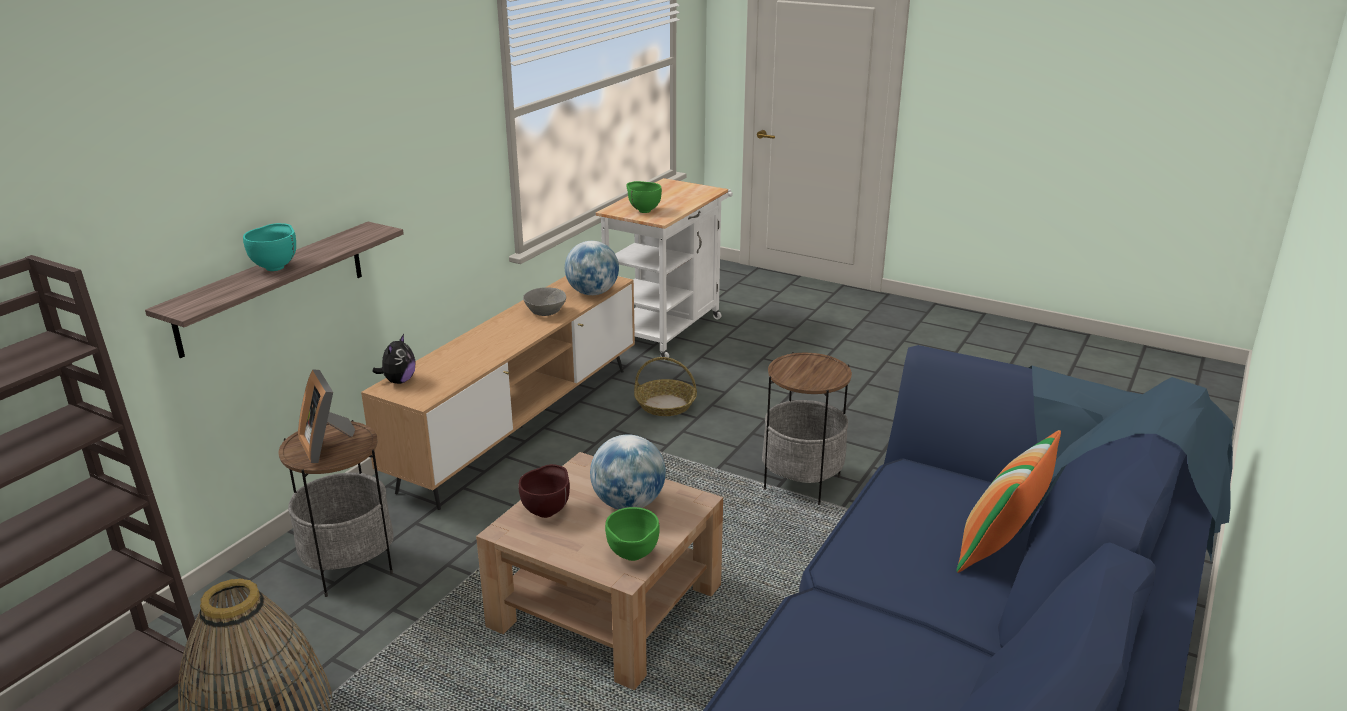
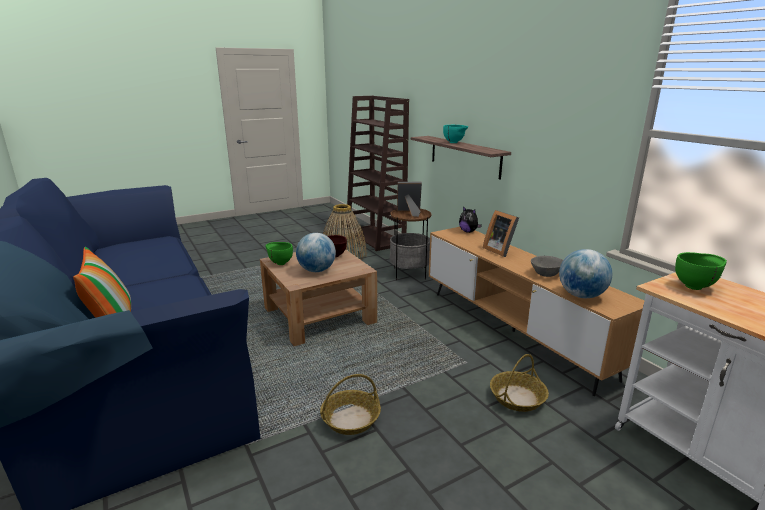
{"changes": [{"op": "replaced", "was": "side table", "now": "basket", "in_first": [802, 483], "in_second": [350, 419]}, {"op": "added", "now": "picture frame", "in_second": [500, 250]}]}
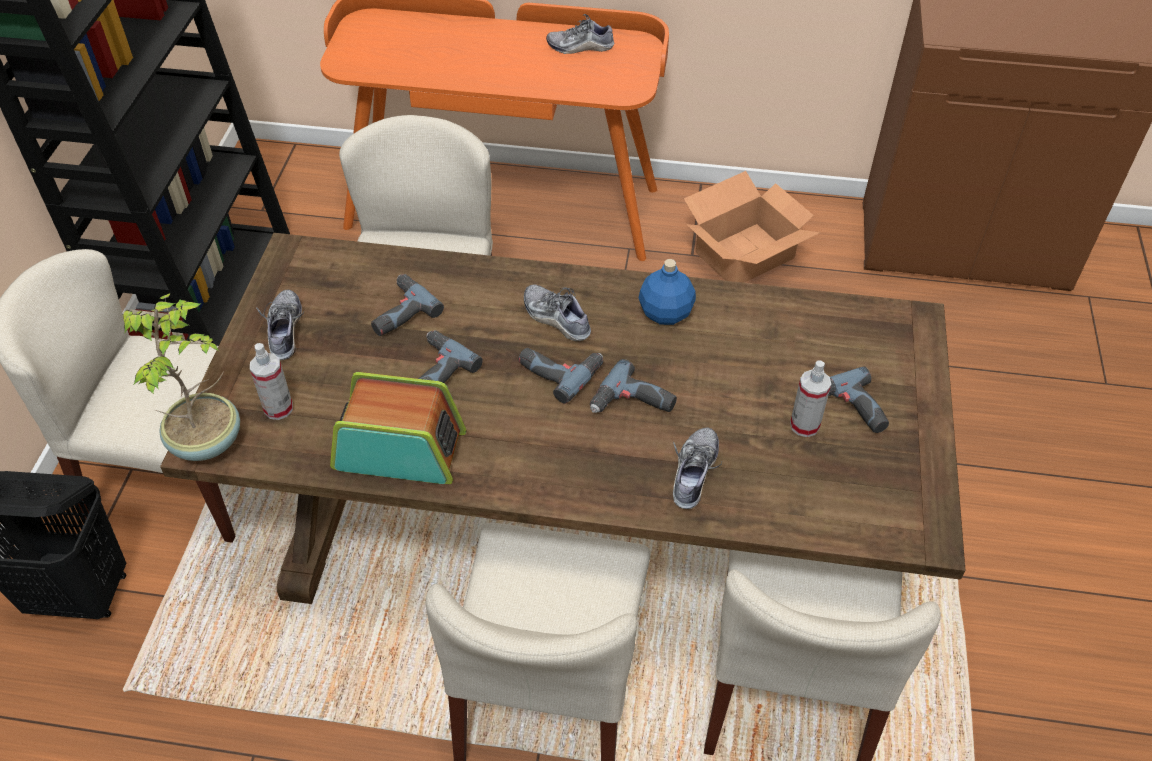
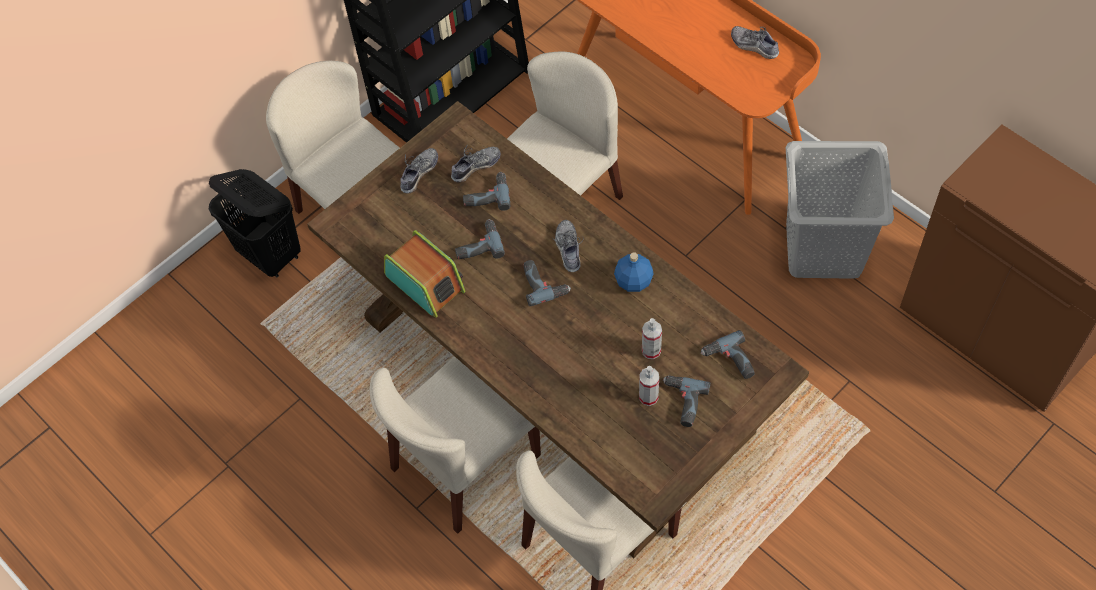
{"changes": [{"op": "moved", "was": "shoe", "in_first": [694, 473], "in_second": [475, 167]}, {"op": "moved", "was": "spray bottle", "in_first": [278, 408], "in_second": [651, 350]}, {"op": "moved", "was": "power drill", "in_first": [633, 404], "in_second": [729, 361]}, {"op": "replaced", "was": "cardboard box", "now": "grey laundry basket", "in_first": [746, 255], "in_second": [824, 249]}, {"op": "removed", "was": "potted plant", "in_first": [208, 440]}]}
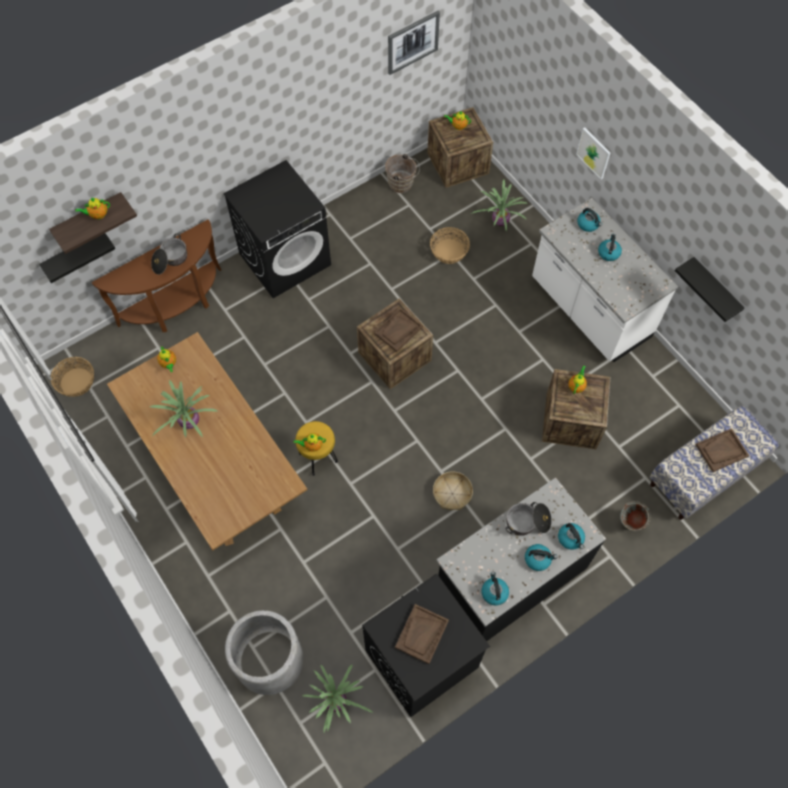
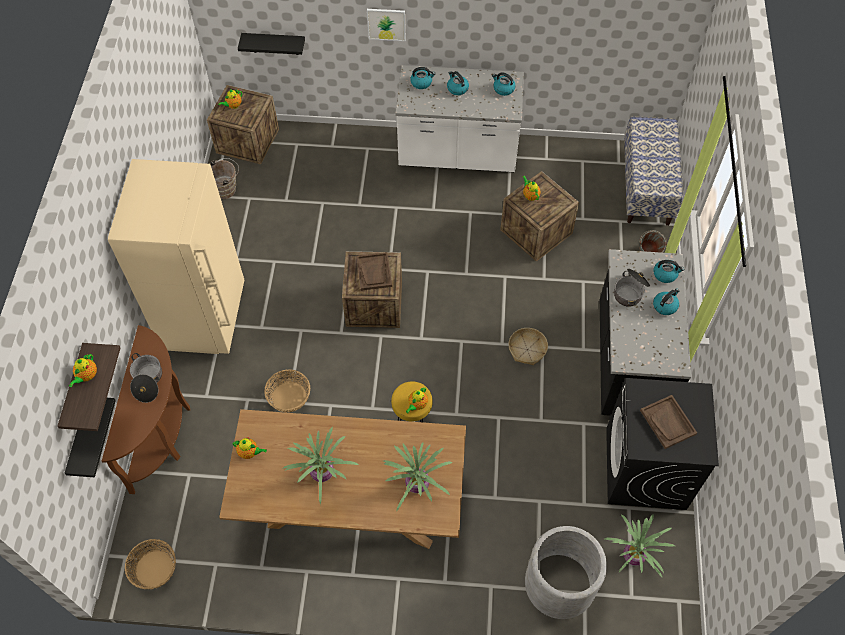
{"changes": [{"op": "replaced", "was": "black washing machine", "now": "beige fridge", "in_first": [285, 259], "in_second": [205, 317]}, {"op": "moved", "was": "black shelf", "in_first": [714, 289], "in_second": [274, 43]}, {"op": "moved", "was": "basket", "in_first": [449, 252], "in_second": [289, 397]}, {"op": "moved", "was": "potted plant", "in_first": [499, 220], "in_second": [416, 485]}, {"op": "moved", "was": "kettle", "in_first": [494, 592], "in_second": [503, 89]}, {"op": "removed", "was": "picture", "in_first": [412, 42]}, {"op": "removed", "was": "brown tray", "in_first": [721, 451]}]}
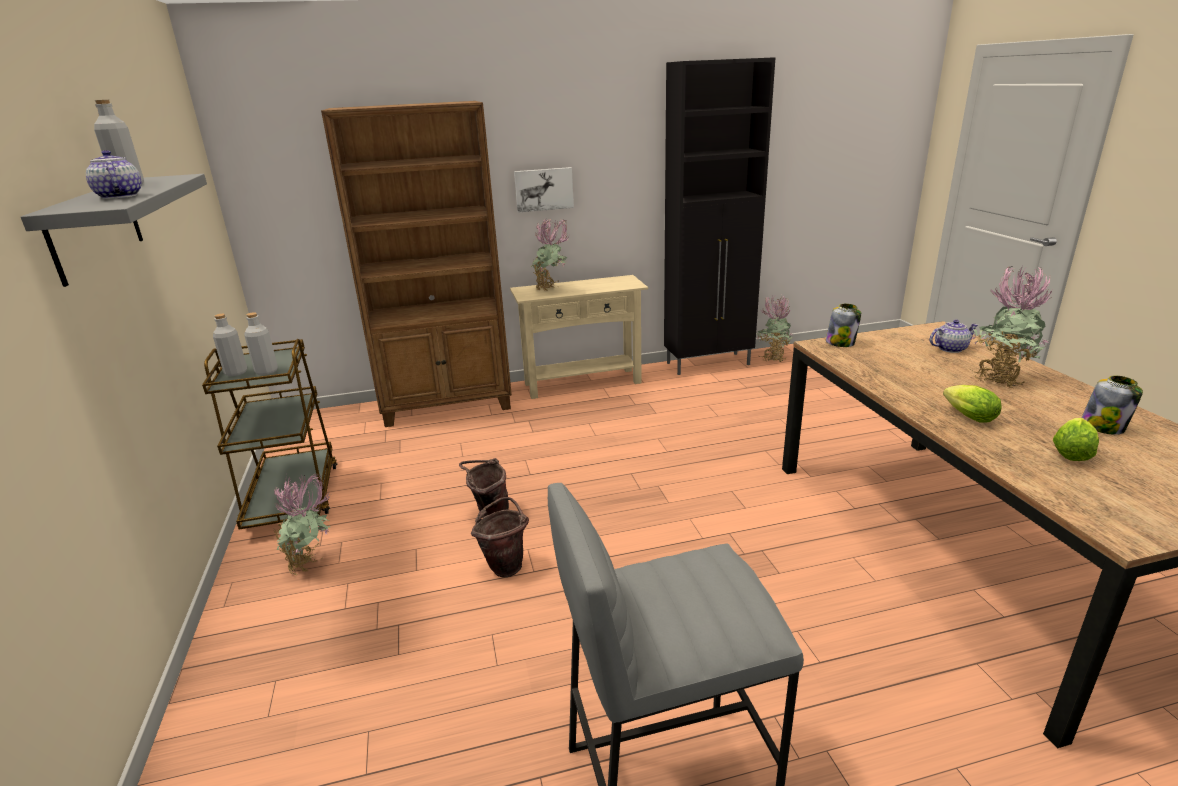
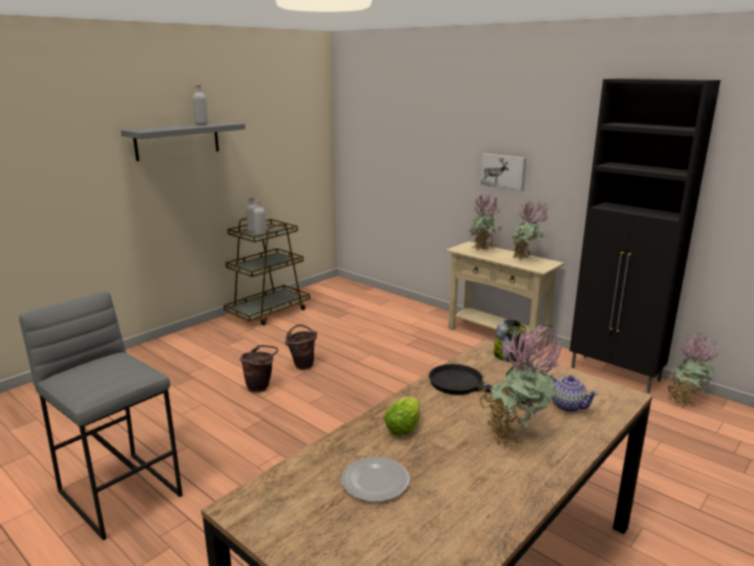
{"changes": [{"op": "replaced", "was": "lettuce", "now": "plate", "in_first": [1071, 453], "in_second": [374, 481]}, {"op": "added", "now": "black frying pan", "in_second": [465, 385]}, {"op": "moved", "was": "potted plant", "in_first": [312, 565], "in_second": [526, 259]}, {"op": "removed", "was": "teapot", "in_first": [119, 196]}, {"op": "removed", "was": "brown bookcase", "in_first": [448, 405]}, {"op": "removed", "was": "jar", "in_first": [1103, 427]}]}
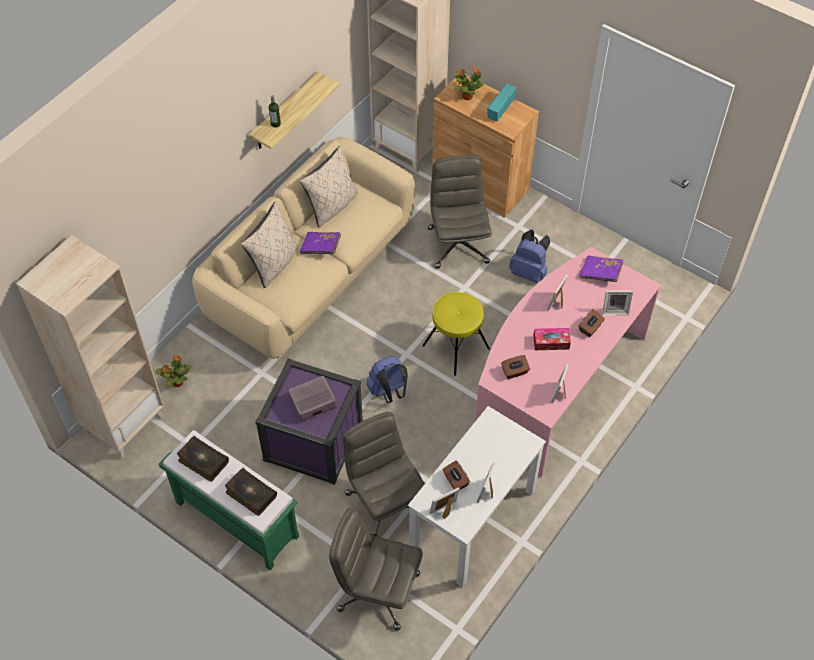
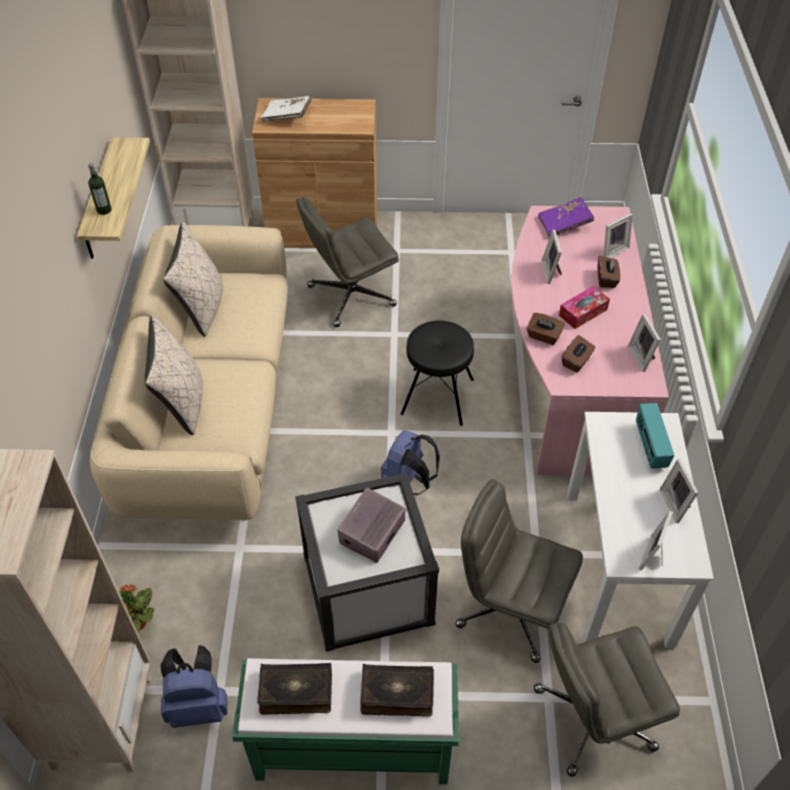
{"changes": [{"op": "moved", "was": "blue backpack", "in_first": [529, 272], "in_second": [198, 705]}, {"op": "replaced", "was": "potted plant", "now": "white book", "in_first": [467, 96], "in_second": [287, 116]}, {"op": "recoloured", "was": "purple storage box", "now": "white storage box", "in_first": [313, 441], "in_second": [367, 589]}, {"op": "turned", "was": "grey office chair", "in_first": [458, 244], "in_second": [350, 296], "clockwise": -75}, {"op": "recoloured", "was": "yellow stool", "now": "black stool", "in_first": [456, 346], "in_second": [437, 396]}, {"op": "moved", "was": "brown tissue box", "in_first": [455, 481], "in_second": [543, 336]}, {"op": "moved", "was": "radio", "in_first": [500, 110], "in_second": [649, 446]}, {"op": "removed", "was": "purple book", "in_first": [321, 247]}]}
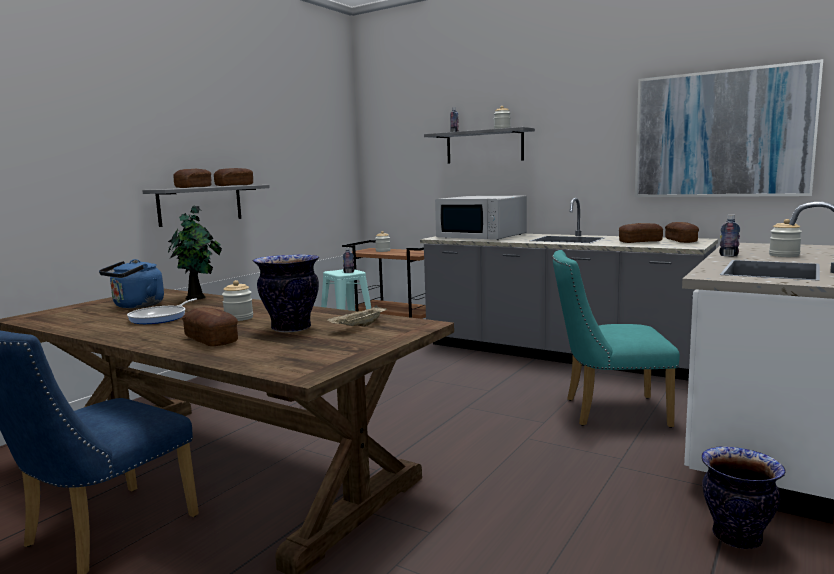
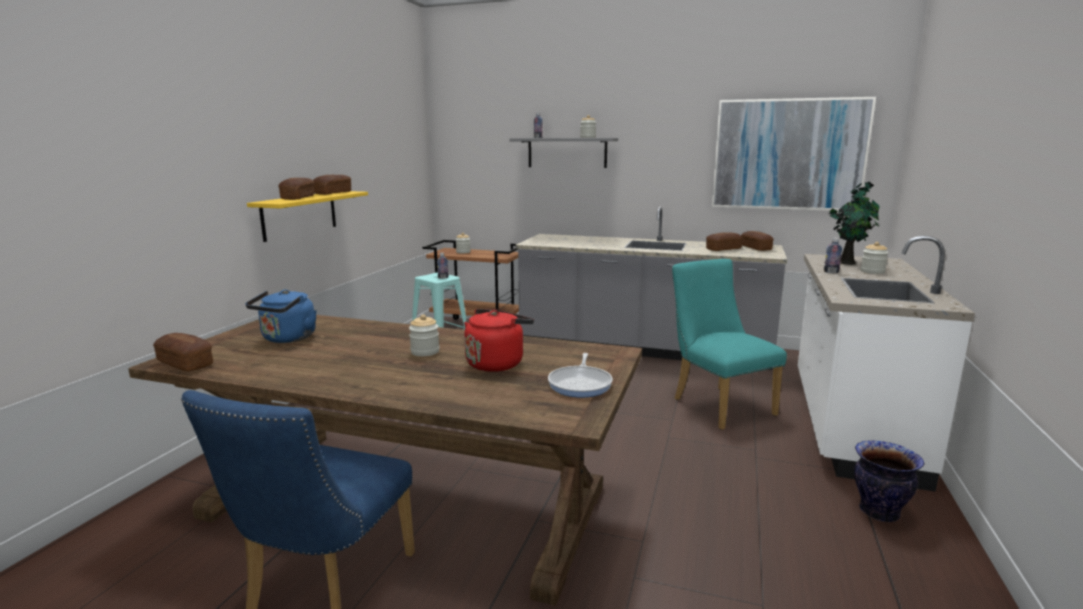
{"changes": [{"op": "moved", "was": "bread", "in_first": [211, 340], "in_second": [185, 363]}, {"op": "recoloured", "was": "grey shelf", "now": "yellow shelf", "in_first": [200, 205], "in_second": [300, 215]}, {"op": "replaced", "was": "vase", "now": "red kettle", "in_first": [292, 328], "in_second": [497, 363]}, {"op": "moved", "was": "frying pan", "in_first": [161, 318], "in_second": [581, 384]}, {"op": "turned", "was": "turquoise chair", "in_first": [607, 411], "in_second": [718, 404], "clockwise": 75}, {"op": "moved", "was": "potted plant", "in_first": [197, 298], "in_second": [848, 262]}, {"op": "removed", "was": "beige tray", "in_first": [358, 327]}, {"op": "removed", "was": "white microwave", "in_first": [482, 236]}]}
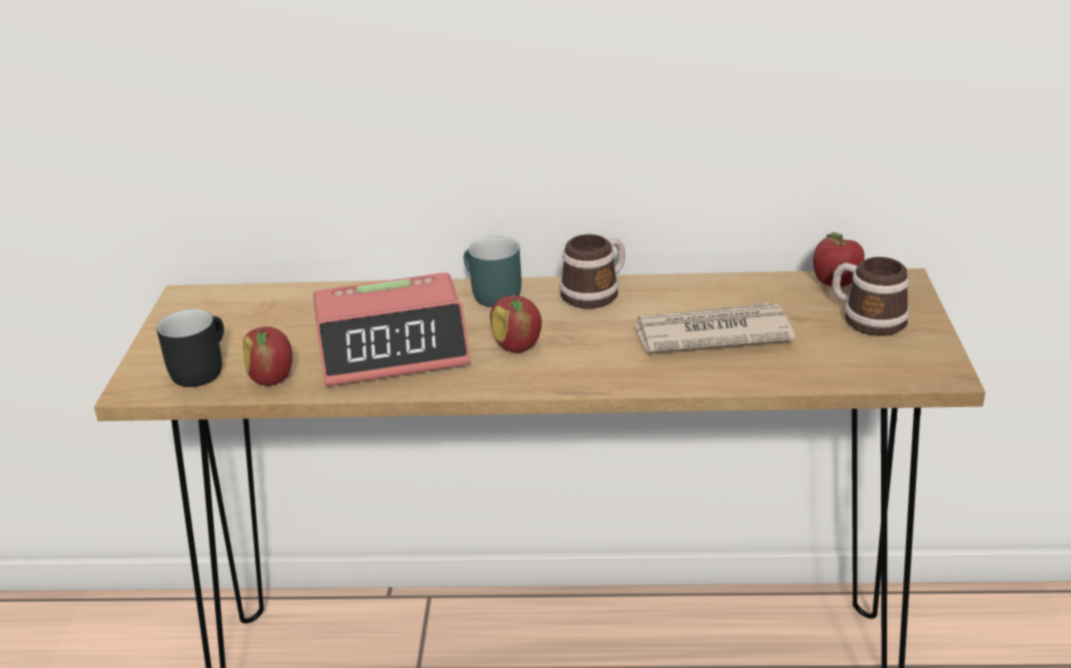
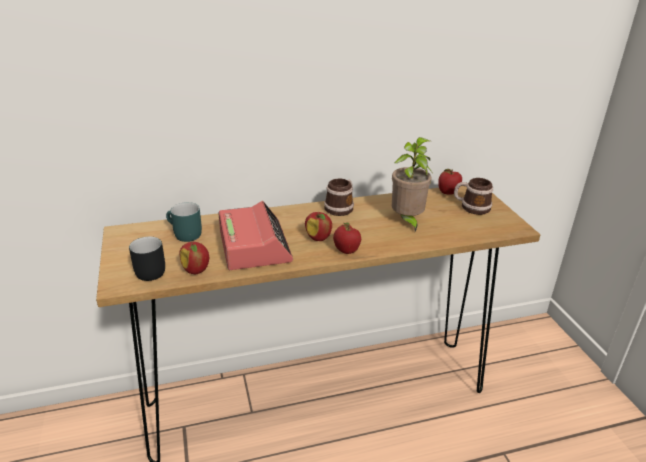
{"changes": [{"op": "moved", "was": "turquoise mug", "in_first": [489, 295], "in_second": [183, 235]}, {"op": "turned", "was": "alarm clock", "in_first": [393, 348], "in_second": [254, 246], "clockwise": -75}, {"op": "added", "now": "apple", "in_second": [346, 251]}, {"op": "replaced", "was": "newspaper", "now": "potted plant", "in_first": [710, 334], "in_second": [407, 221]}]}
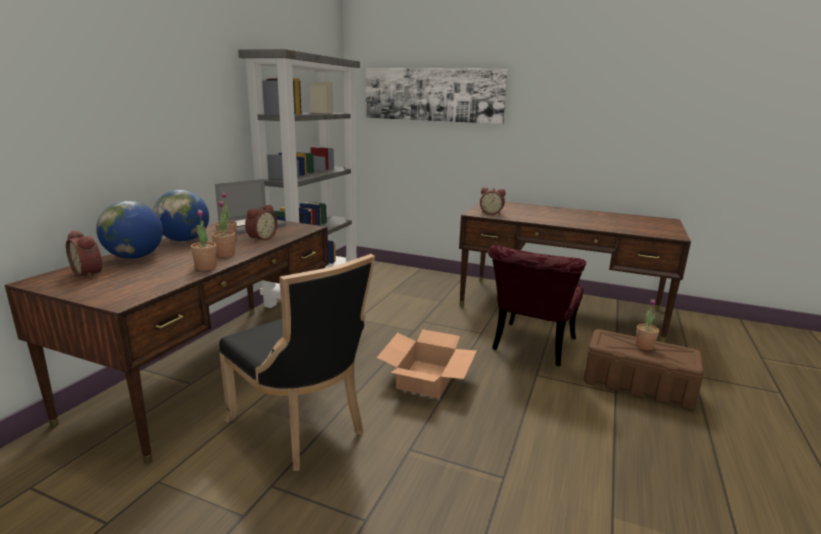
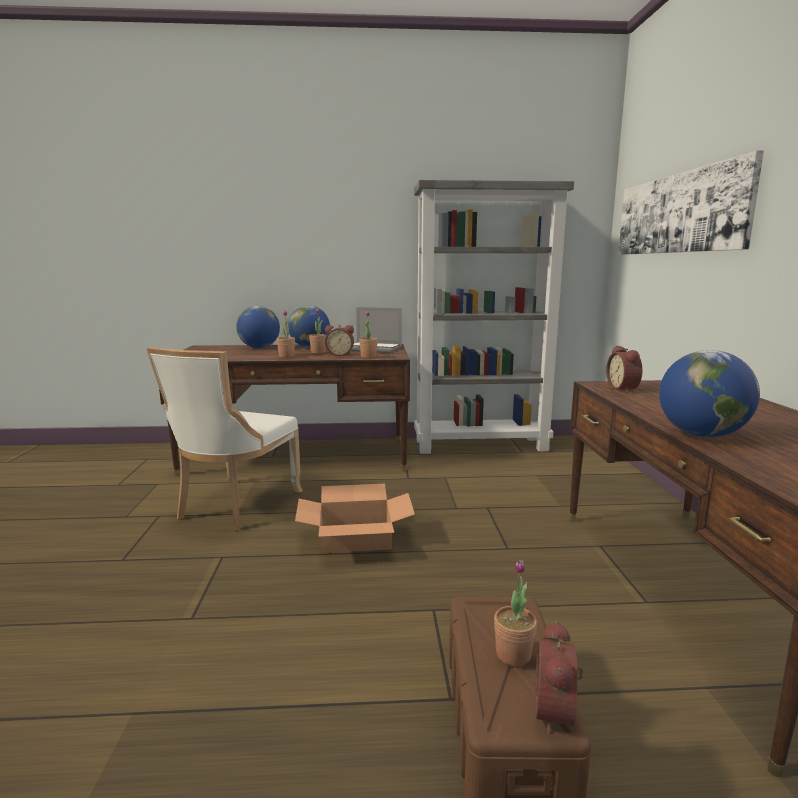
{"changes": [{"op": "recoloured", "was": "black chair", "now": "white chair", "in_first": [302, 427], "in_second": [235, 505]}, {"op": "moved", "was": "potted plant", "in_first": [206, 267], "in_second": [368, 357]}, {"op": "moved", "was": "alarm clock", "in_first": [90, 273], "in_second": [557, 712]}, {"op": "added", "now": "globe", "in_second": [701, 435]}, {"op": "removed", "was": "red chair", "in_first": [531, 348]}]}
